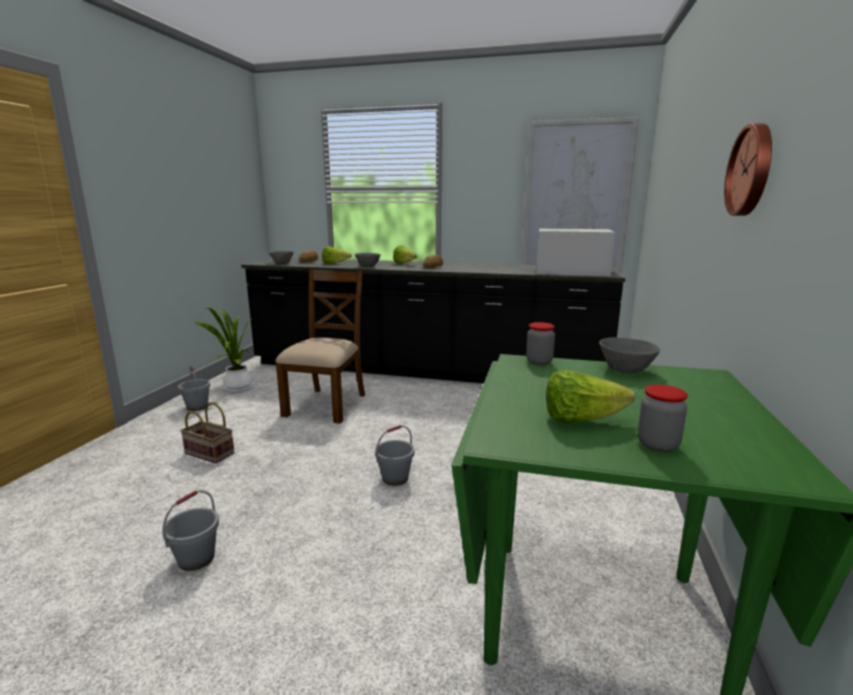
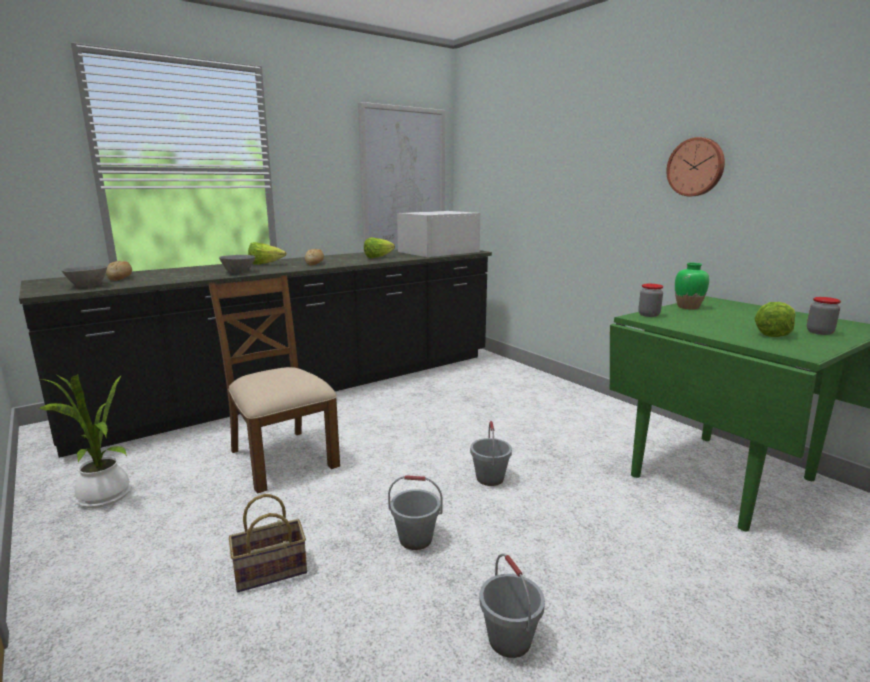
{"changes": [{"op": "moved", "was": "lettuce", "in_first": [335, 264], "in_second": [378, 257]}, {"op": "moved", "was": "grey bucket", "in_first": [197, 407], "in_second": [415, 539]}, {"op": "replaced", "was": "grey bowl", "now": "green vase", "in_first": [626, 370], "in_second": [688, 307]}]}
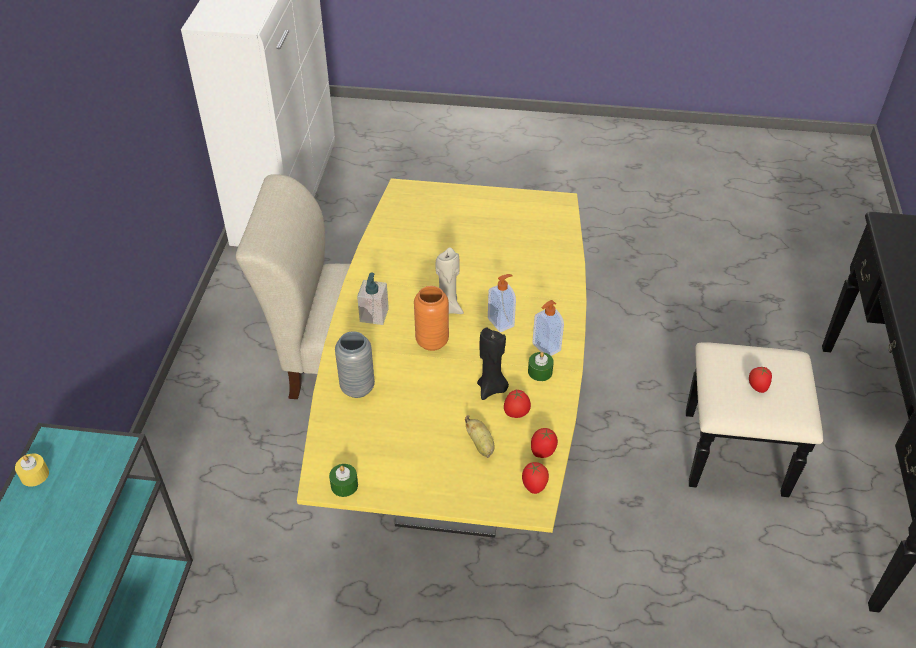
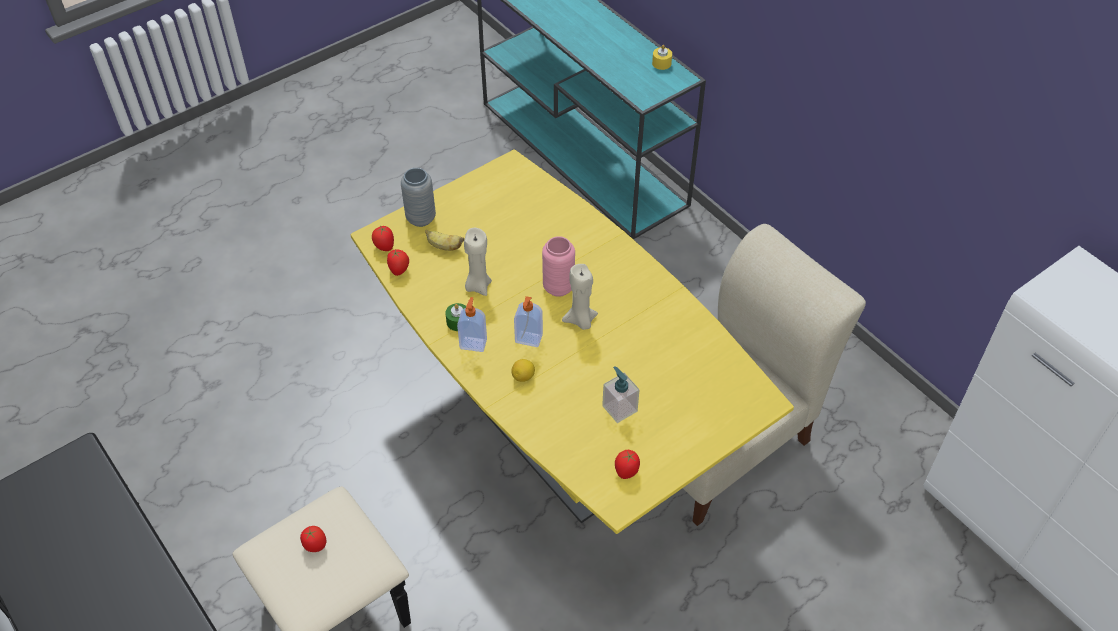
{"changes": [{"op": "moved", "was": "grey vase", "in_first": [357, 388], "in_second": [421, 218]}, {"op": "recoloured", "was": "black candle", "now": "beige candle", "in_first": [492, 388], "in_second": [478, 286]}, {"op": "added", "now": "lemon", "in_second": [523, 377]}, {"op": "recoloured", "was": "orange vase", "now": "pink vase", "in_first": [432, 341], "in_second": [558, 287]}, {"op": "moved", "was": "soap dispenser", "in_first": [374, 315], "in_second": [619, 408]}, {"op": "moved", "was": "tomato", "in_first": [516, 414], "in_second": [626, 471]}, {"op": "removed", "was": "green candle", "in_first": [344, 485]}]}
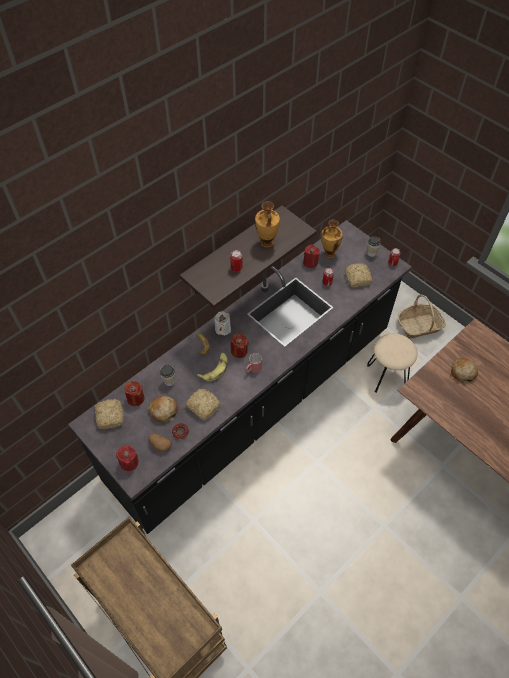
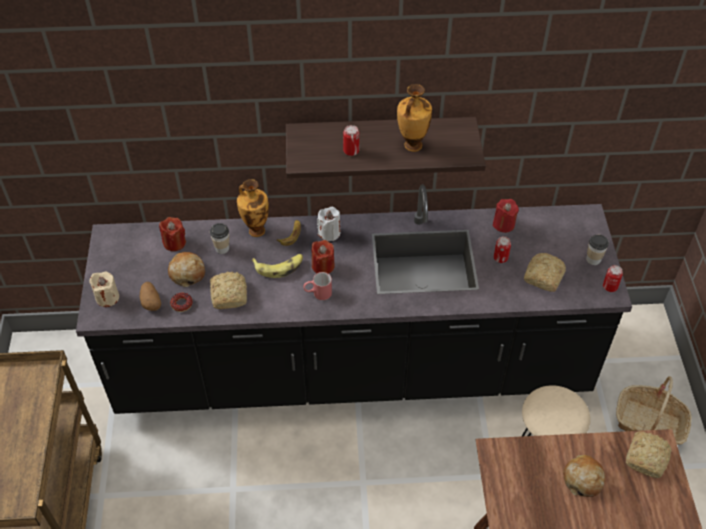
{"changes": [{"op": "recoloured", "was": "red candle", "now": "beige candle", "in_first": [129, 462], "in_second": [107, 297]}, {"op": "moved", "was": "vase", "in_first": [329, 254], "in_second": [256, 230]}, {"op": "moved", "was": "bread", "in_first": [110, 415], "in_second": [647, 457]}]}
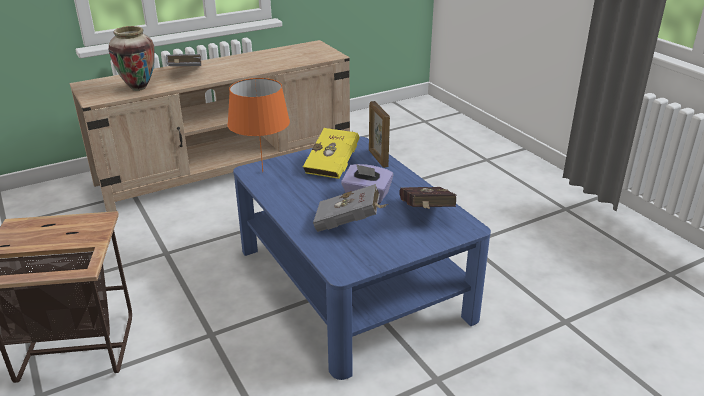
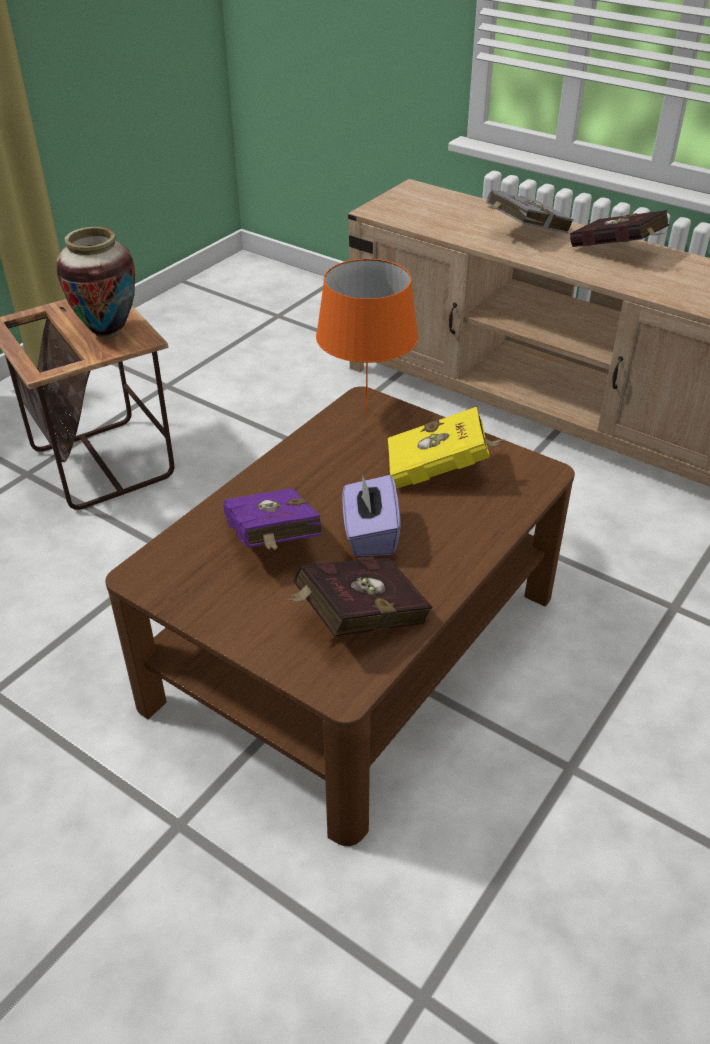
{"changes": [{"op": "moved", "was": "vase", "in_first": [139, 88], "in_second": [108, 333]}, {"op": "recoloured", "was": "blue coffee table", "now": "brown coffee table", "in_first": [353, 282], "in_second": [355, 647]}, {"op": "recoloured", "was": "grey book", "now": "purple book", "in_first": [350, 224], "in_second": [272, 543]}, {"op": "added", "now": "red book", "in_second": [617, 252]}, {"op": "removed", "was": "picture frame", "in_first": [378, 158]}]}
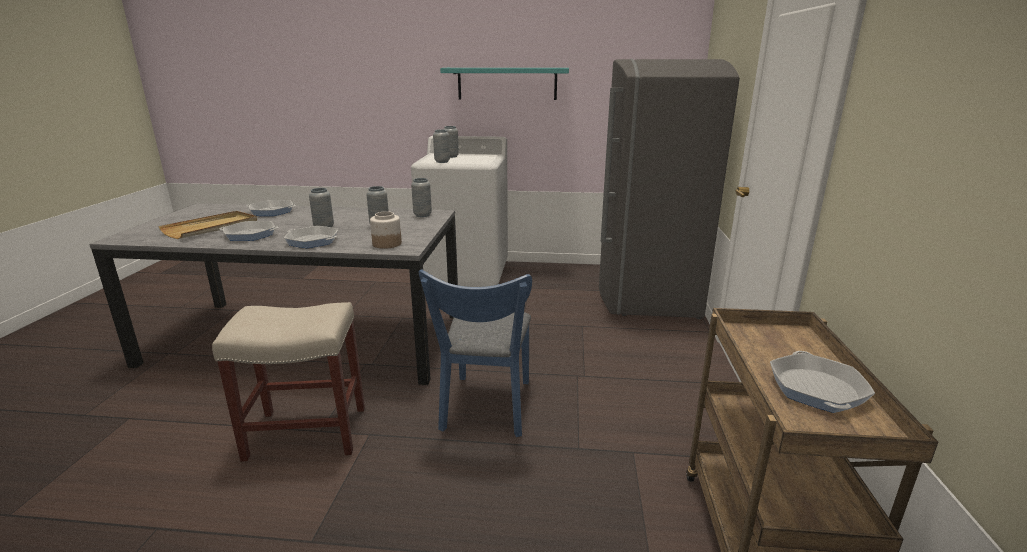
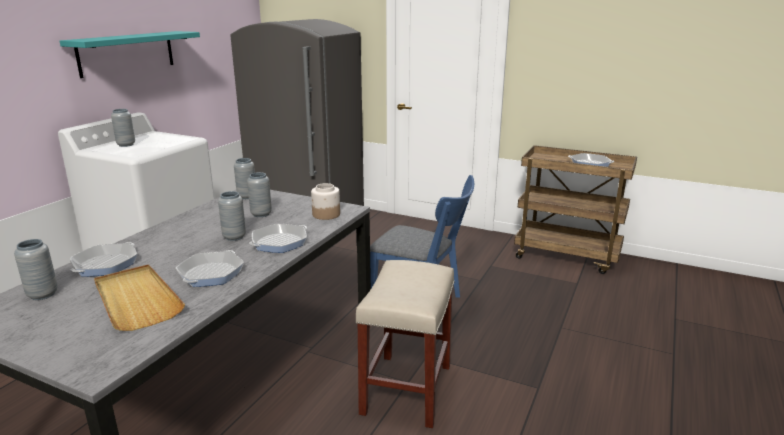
{"changes": [{"op": "moved", "was": "grey vase", "in_first": [442, 162], "in_second": [43, 294]}]}
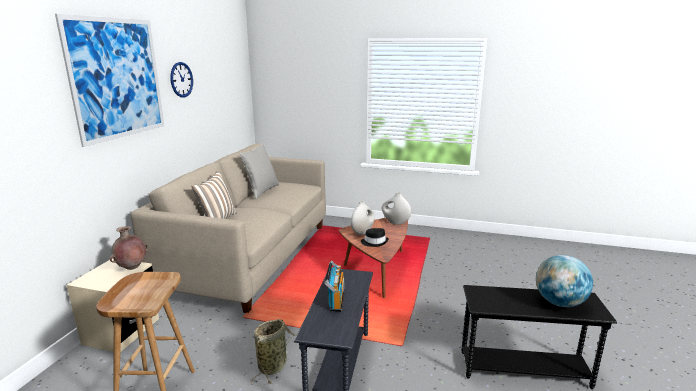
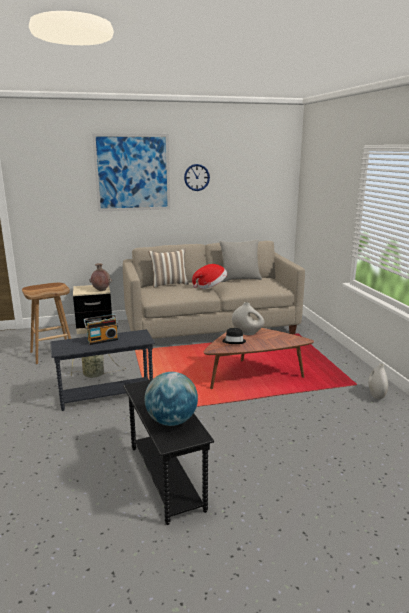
{"changes": [{"op": "added", "now": "hat", "in_second": [210, 286]}, {"op": "moved", "was": "white vase", "in_first": [395, 222], "in_second": [376, 395]}]}
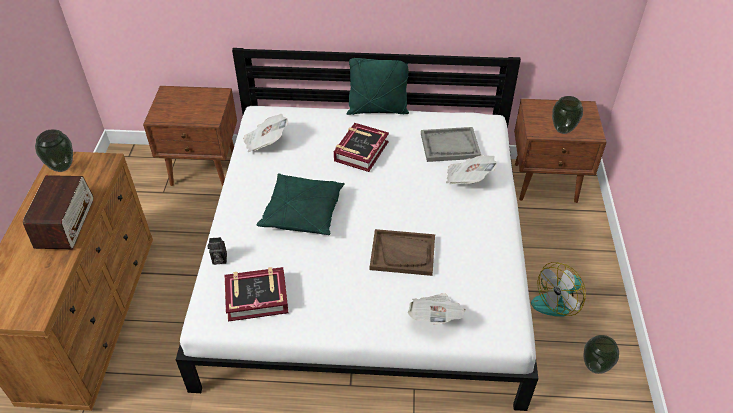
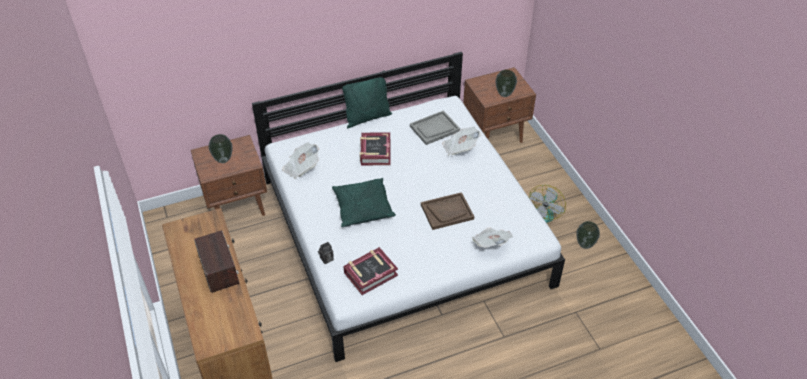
{"changes": [{"op": "moved", "was": "vase", "in_first": [63, 167], "in_second": [223, 160]}]}
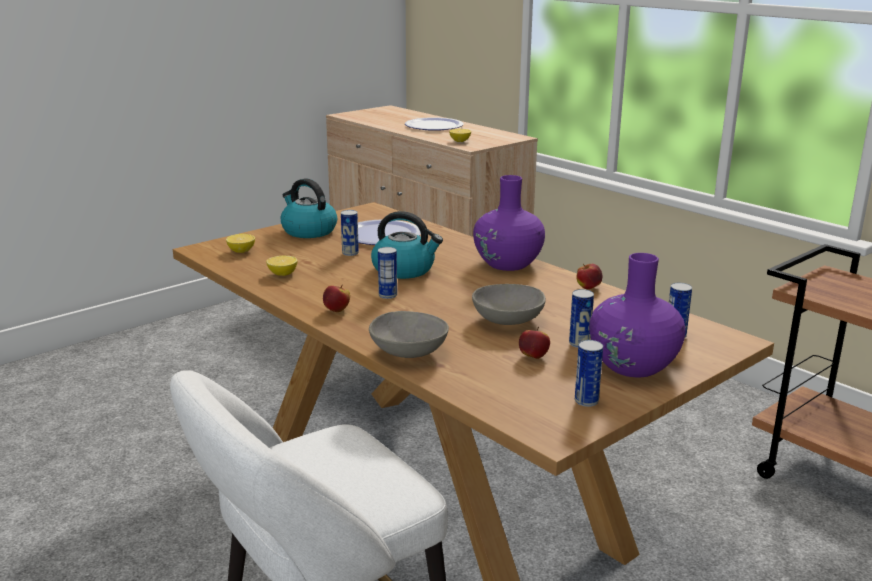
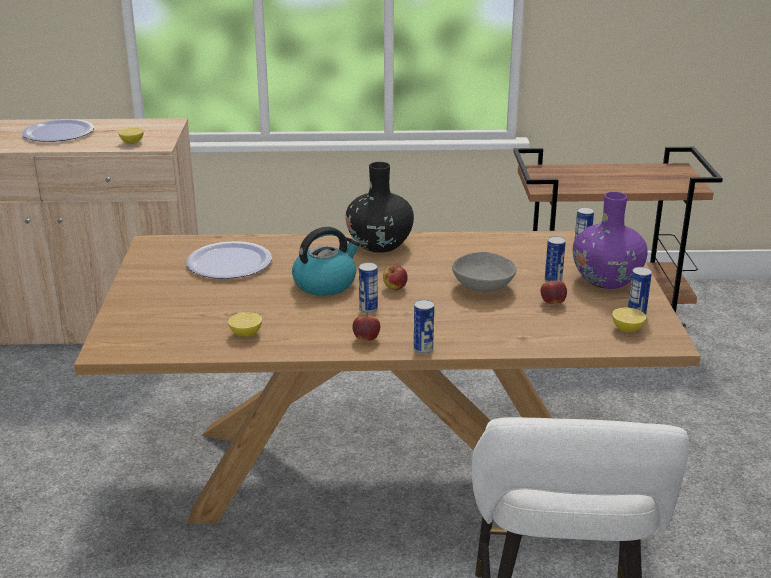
{"changes": [{"op": "recoloured", "was": "purple vase", "now": "black vase", "in_first": [507, 264], "in_second": [379, 245]}, {"op": "moved", "was": "apple", "in_first": [588, 288], "in_second": [395, 288]}, {"op": "moved", "was": "can", "in_first": [350, 253], "in_second": [423, 349]}, {"op": "moved", "was": "lemon", "in_first": [241, 251], "in_second": [627, 329]}, {"op": "removed", "was": "kettle", "in_first": [308, 231]}, {"op": "removed", "was": "grey bowl", "in_first": [407, 352]}]}
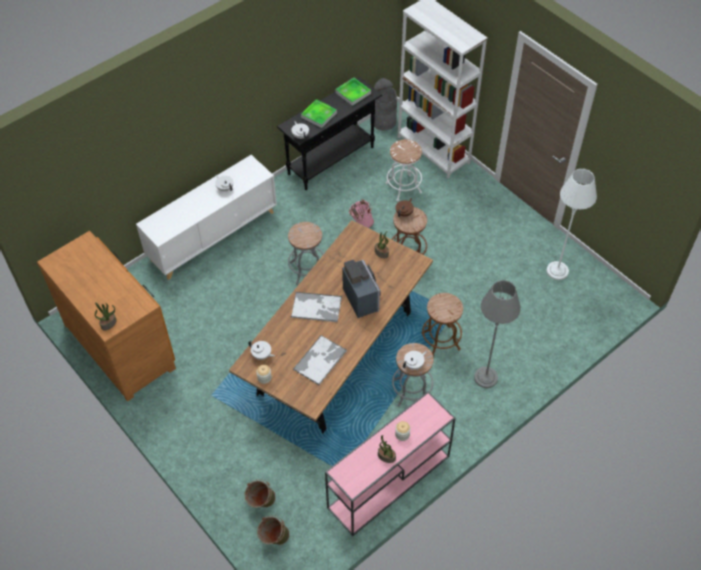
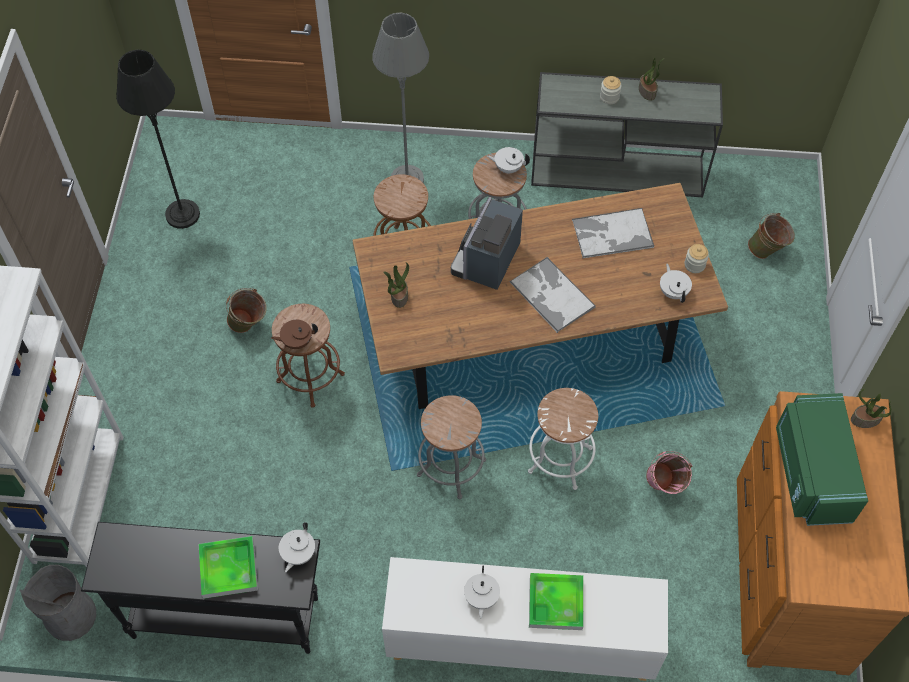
{"changes": [{"op": "recoloured", "was": "white floor lamp", "now": "black floor lamp", "in_first": [557, 271], "in_second": [183, 214]}, {"op": "moved", "was": "green bucket", "in_first": [274, 539], "in_second": [249, 326]}, {"op": "moved", "was": "white stool", "in_first": [403, 188], "in_second": [560, 460]}, {"op": "moved", "was": "tray", "in_first": [353, 93], "in_second": [555, 603]}, {"op": "recoloured", "was": "pink console table", "now": "grey console table", "in_first": [388, 483], "in_second": [619, 171]}, {"op": "moved", "was": "pink bucket", "in_first": [361, 223], "in_second": [663, 487]}, {"op": "added", "now": "green microwave", "in_second": [810, 472]}]}
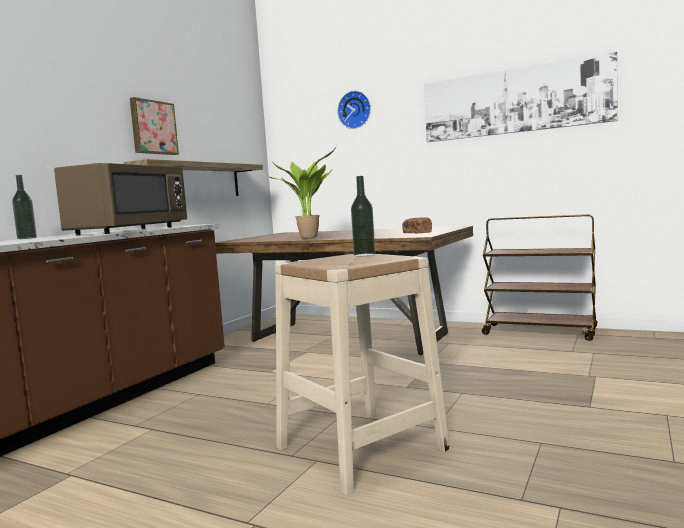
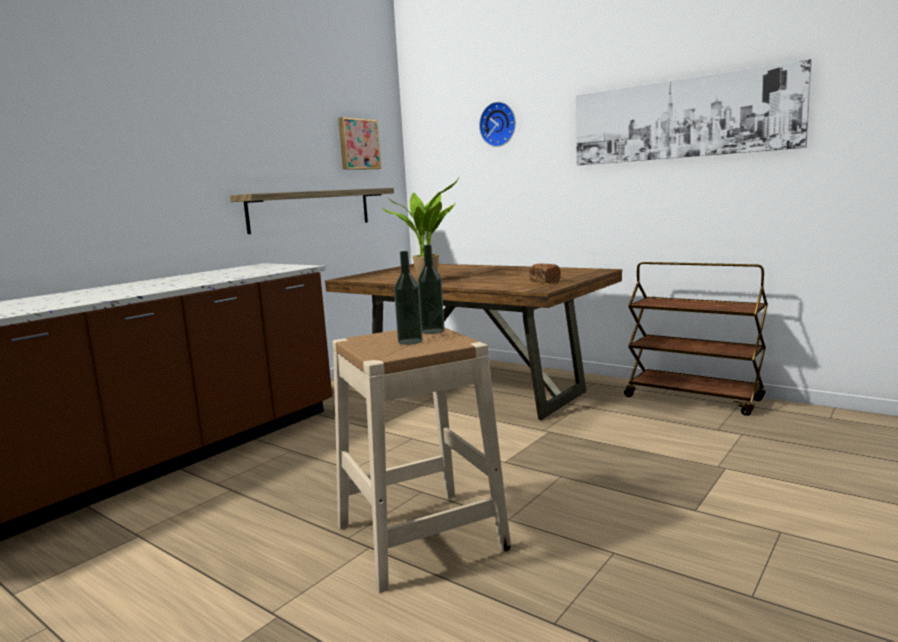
{"changes": [{"op": "moved", "was": "picture", "in_first": [153, 127], "in_second": [358, 144]}, {"op": "moved", "was": "bottle", "in_first": [27, 238], "in_second": [410, 341]}, {"op": "removed", "was": "brown microwave", "in_first": [129, 230]}]}
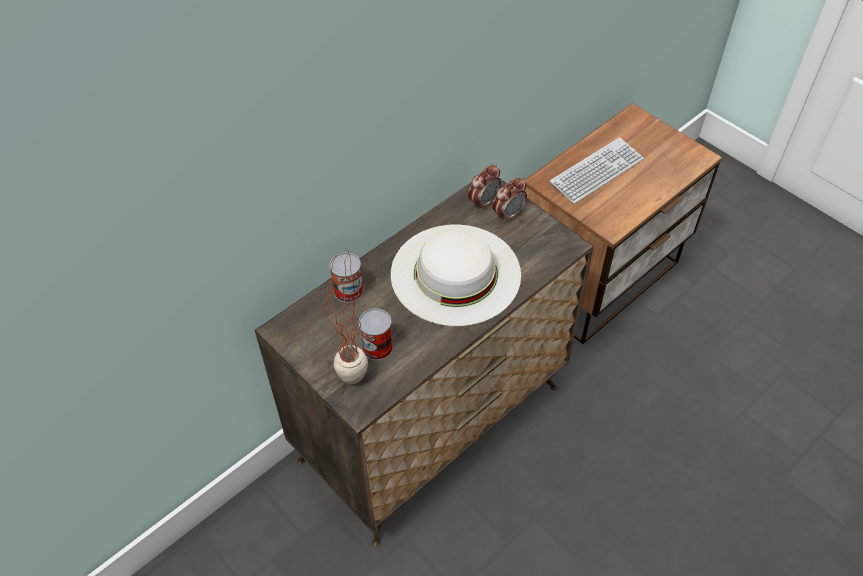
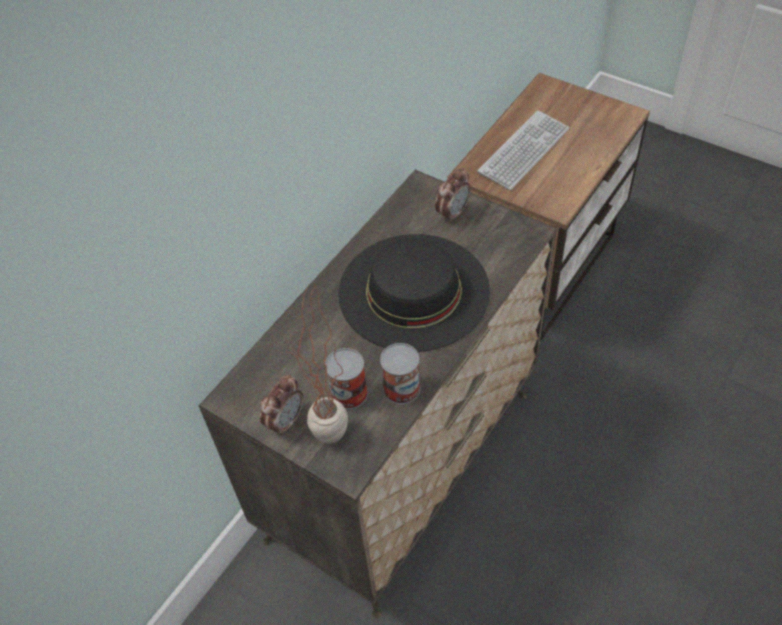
{"changes": [{"op": "moved", "was": "alarm clock", "in_first": [484, 202], "in_second": [285, 421]}, {"op": "recoloured", "was": "white hat", "now": "black hat", "in_first": [455, 273], "in_second": [413, 290]}, {"op": "moved", "was": "can", "in_first": [348, 290], "in_second": [401, 388]}]}
